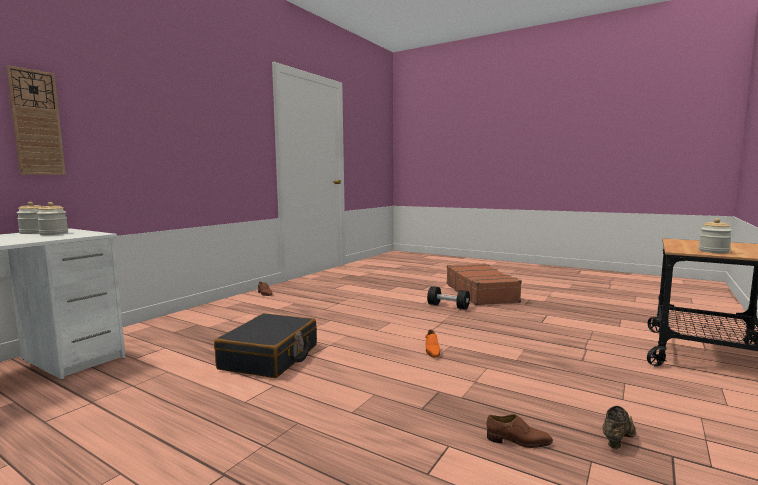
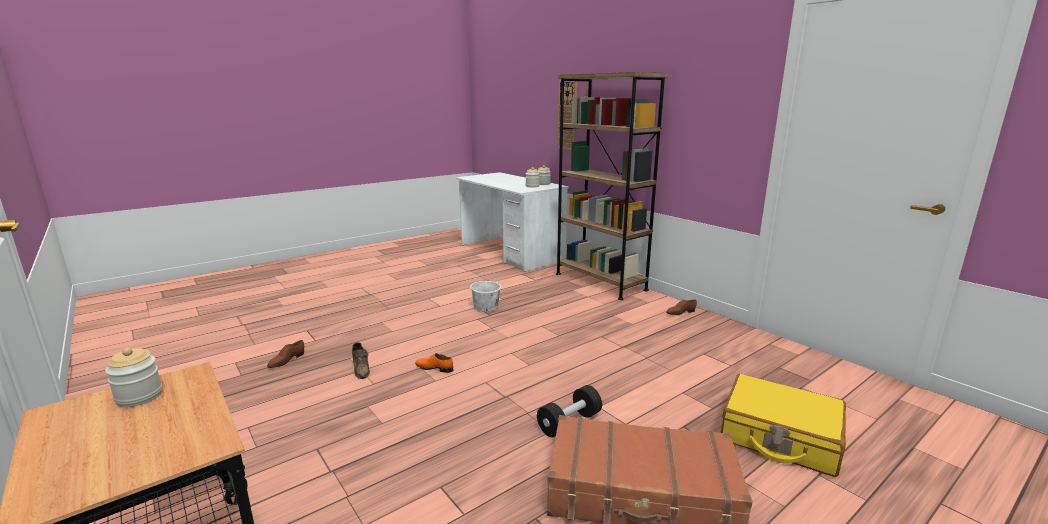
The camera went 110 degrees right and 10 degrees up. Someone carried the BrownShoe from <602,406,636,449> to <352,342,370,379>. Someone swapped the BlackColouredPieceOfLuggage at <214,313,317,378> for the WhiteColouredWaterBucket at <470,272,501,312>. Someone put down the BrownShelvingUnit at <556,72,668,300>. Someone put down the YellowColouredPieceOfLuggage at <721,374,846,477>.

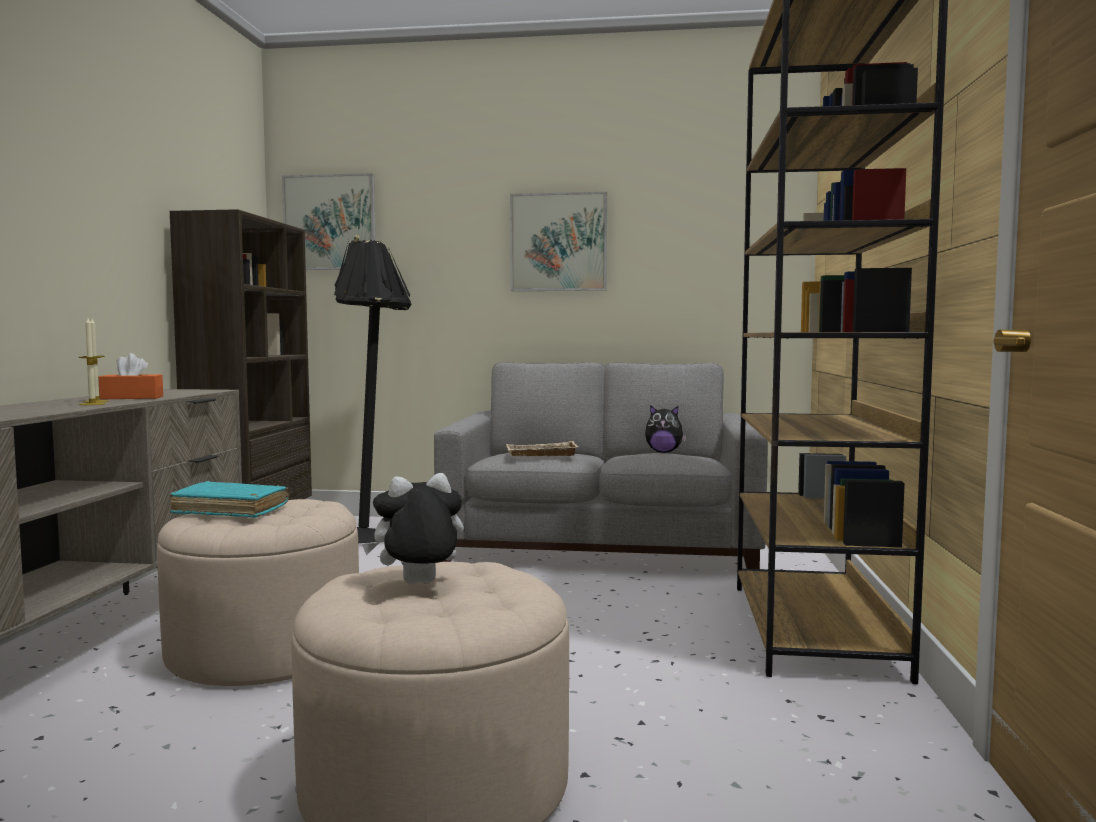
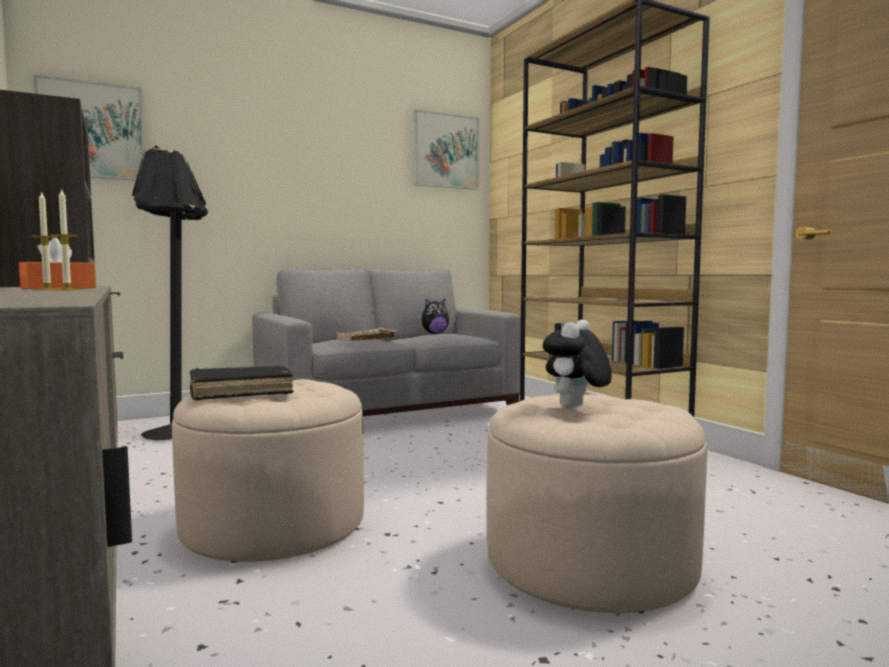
The camera went 35 degrees left and 0 degrees up. Someone repainted the BlueGreenBook at <170,481,289,518>, which became the BlackColouredBook at <190,365,294,400>. Someone carried the WallPicture from <510,192,607,291> to <413,109,479,190>.

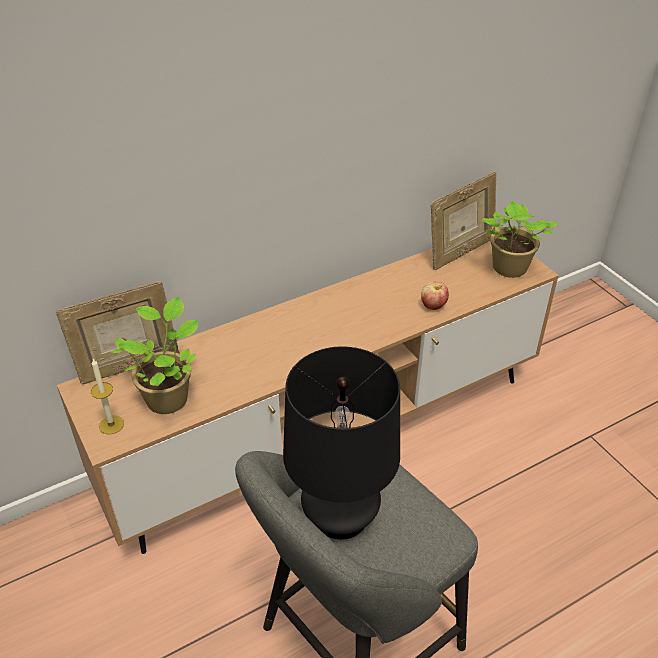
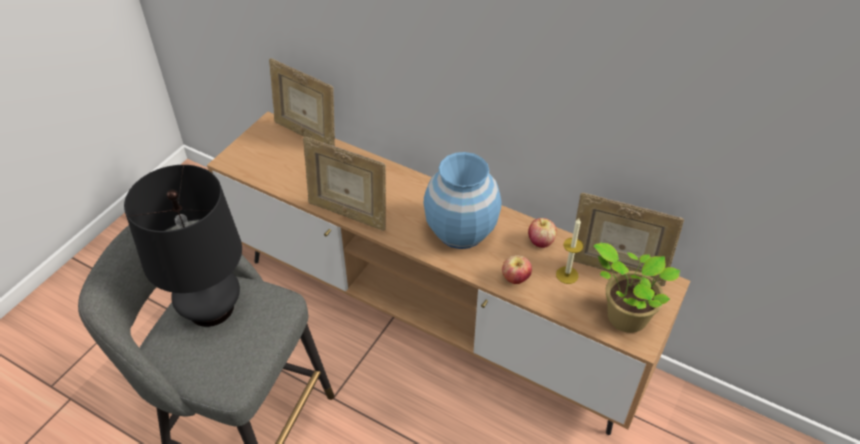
The camera went 60 degrees right and 5 degrees up. Someone put down the StandingFrame at <303,137,386,231>. Someone put down the BlueVase at <423,152,501,249>. Someone put down the AppleFruit at <528,218,557,248>. Someone carried the WaxLight from <91,359,124,435> to <556,218,583,284>. Someone took away the Houseplant at <111,297,199,414>.

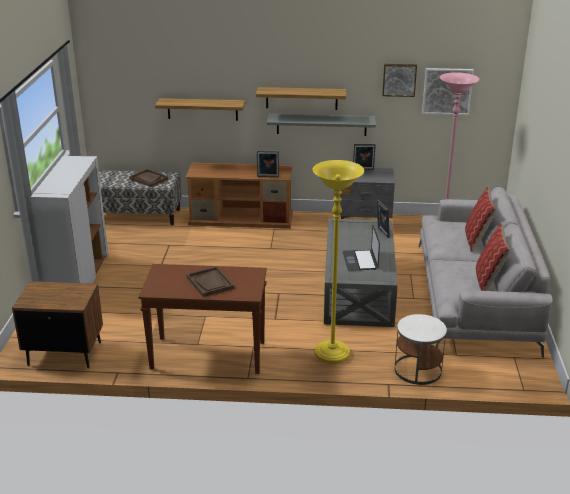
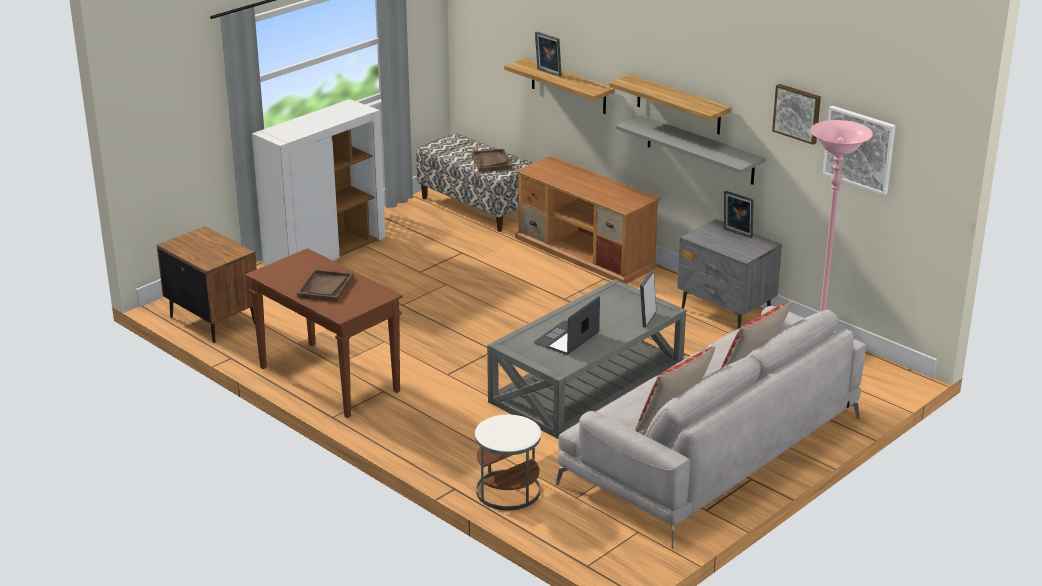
The camera went 40 degrees right and 0 degrees up. Someone carried the StandingFrame from <257,150,279,177> to <535,31,562,77>. Someone took away the YellowColouredStandingLamp at <313,160,364,364>.

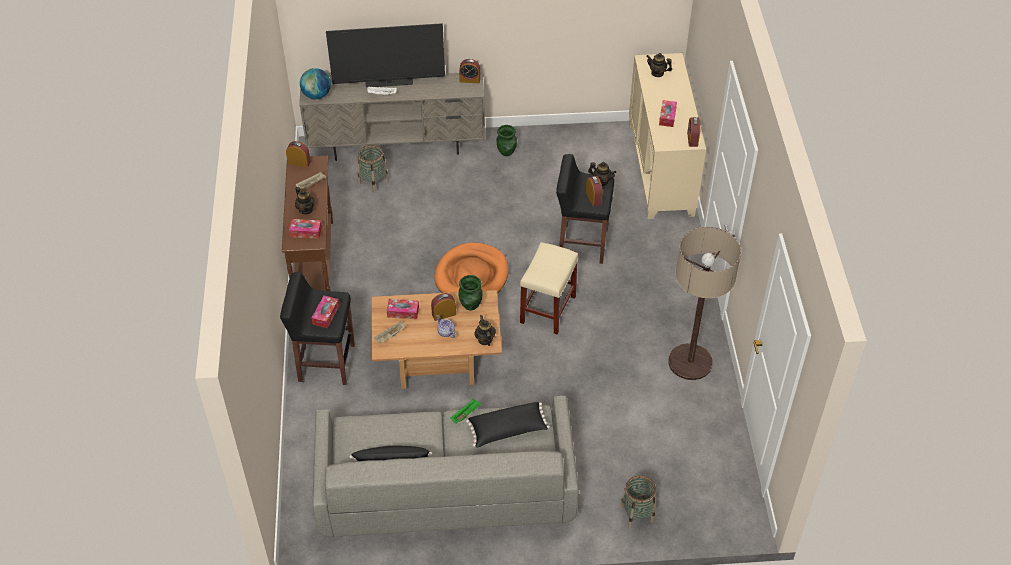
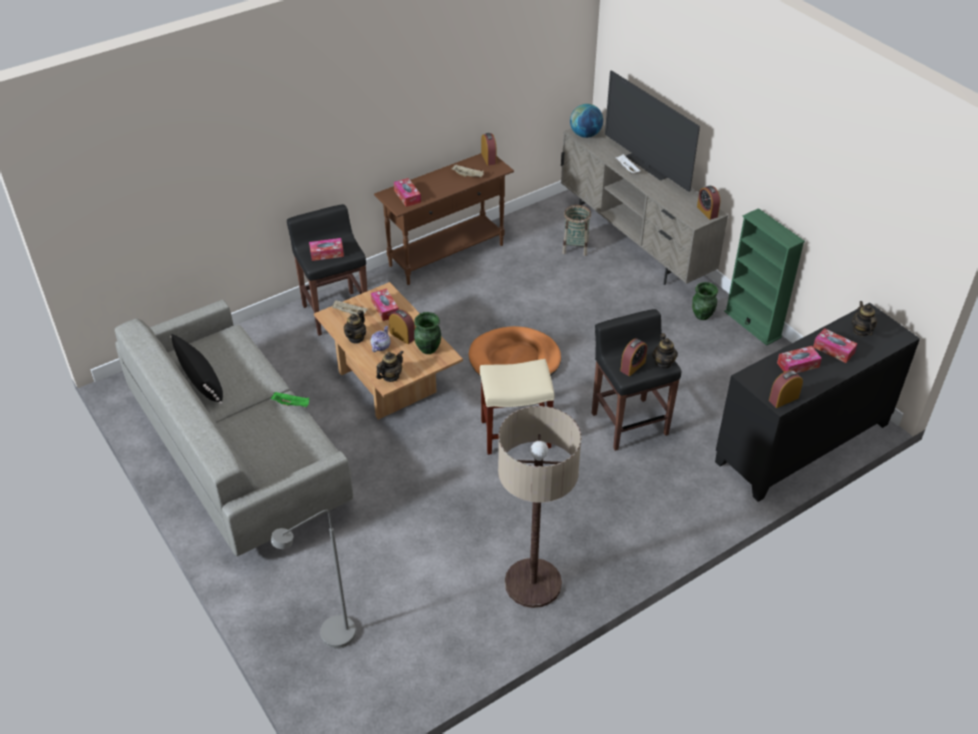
The camera went 60 degrees right and 5 degrees down. Someone put down the GreyishStandingLamp at <271,510,356,649>. Someone carried the TeaPot from <295,187,315,214> to <344,310,366,344>. Someone repainted the BeigeColouredCabinet at <629,53,706,219>, which became the BlackColouredCabinet at <715,303,920,502>. Someone put down the GreenShelvingUnit at <724,208,805,346>. Someone put down the TissueHolder at <813,328,857,363>. Someone took away the BlackColouredThrowPillow at <466,402,550,448>. Someone took away the HouseholdBasket at <620,475,656,529>.

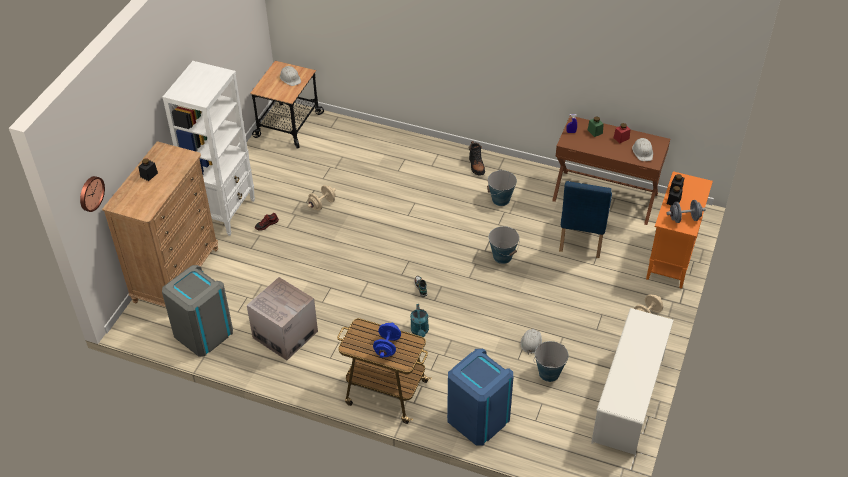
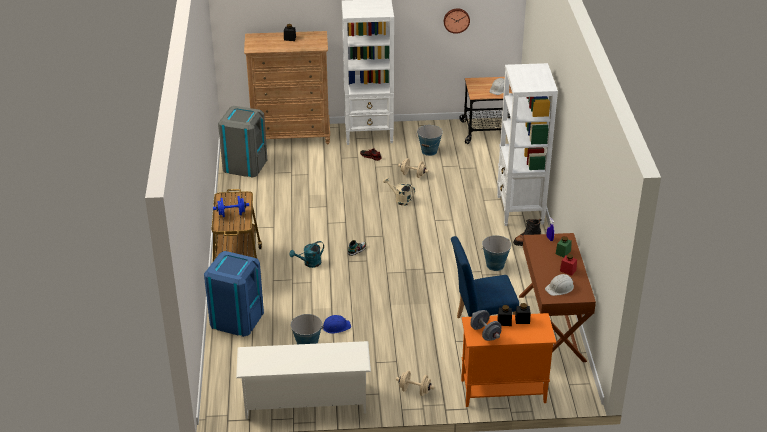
The camera went 65 degrees right and 10 degrees down. Someone repainted the WhiteColouredHardHat at <520,329,542,354>, which became the BlueHardHat at <321,315,351,333>. Someone put down the BeigeColouredWateringPot at <383,177,415,206>. Someone carried the WaterBucket from <489,226,519,264> to <417,125,443,156>. Someone carried the WallClock from <80,176,105,212> to <444,8,470,34>. Someone put down the WhiteColouredShelvingUnit at <497,63,558,226>. Someone took away the PackingBox at <247,277,318,360>.

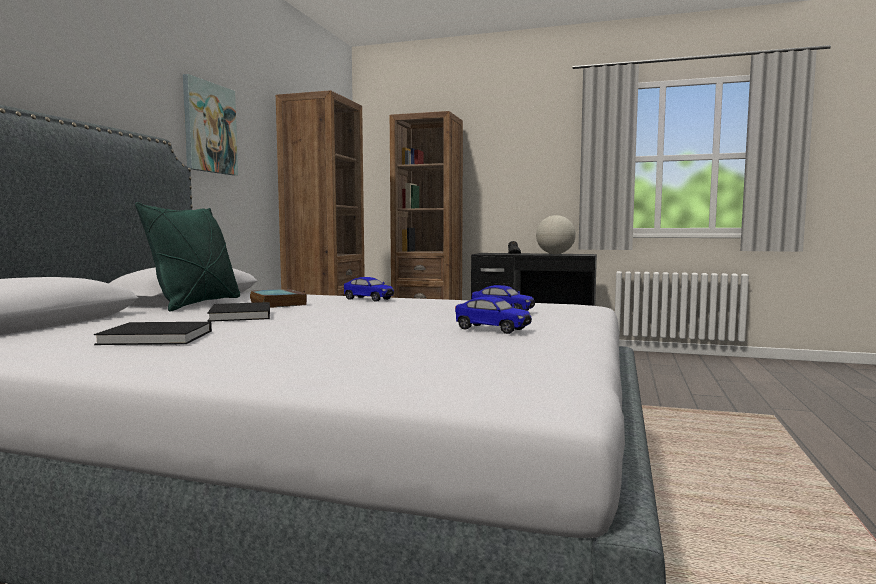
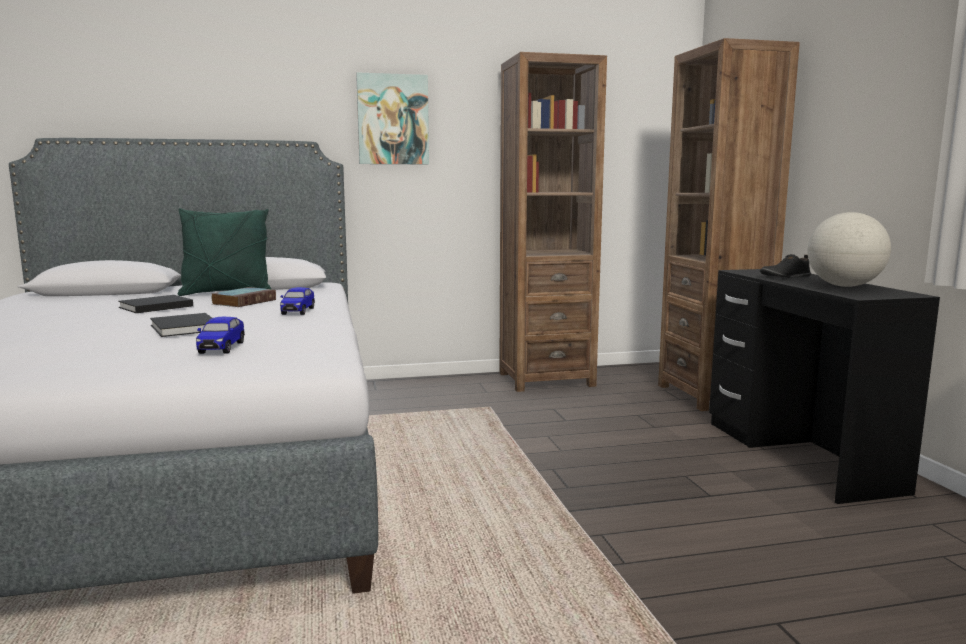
The camera went 60 degrees right and 5 degrees up. Someone carried the BlackColouredBook from <94,322,212,345> to <150,313,212,337>. Someone took away the ModelCar at <455,297,532,334>.

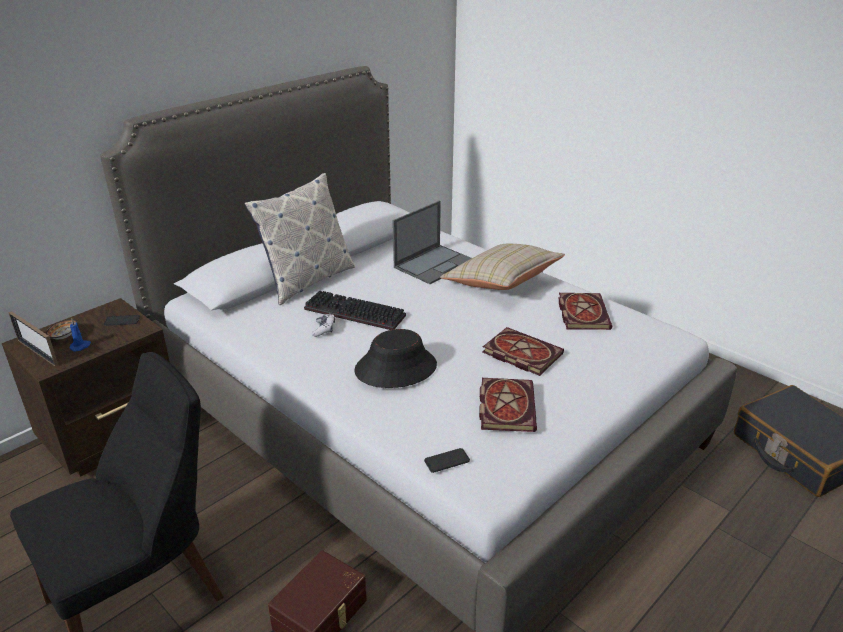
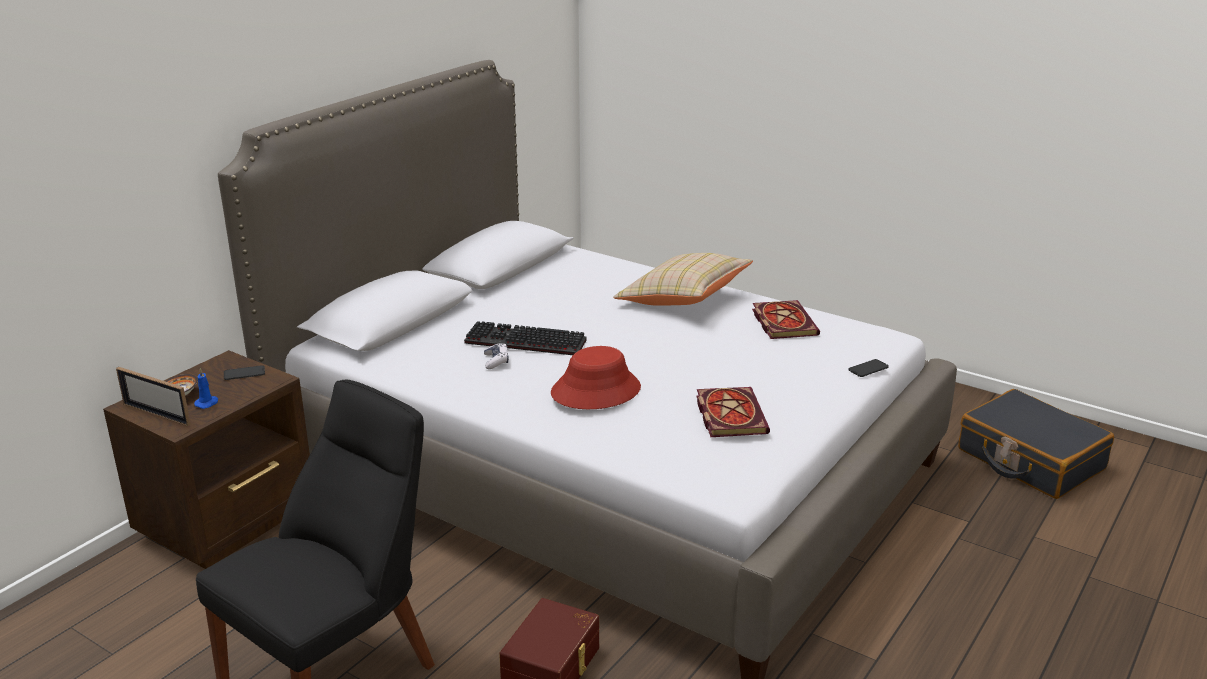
The camera went 10 degrees left and 5 degrees down. Someone repainted the BlackColouredClothingHat at <354,329,437,388>, which became the RedColouredClothingHat at <551,346,641,409>. Someone carried the Handset from <424,448,470,473> to <848,359,889,377>. Someone took away the ThrowPillow at <244,173,355,305>. Someone took away the NotebookComputer at <393,201,472,284>. Someone took away the Book at <482,327,564,376>.

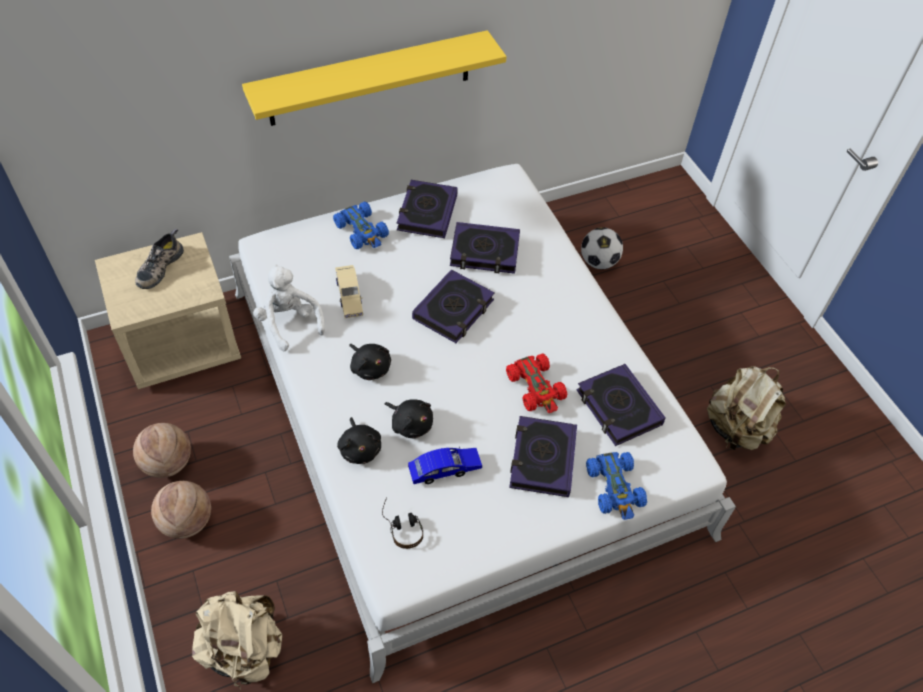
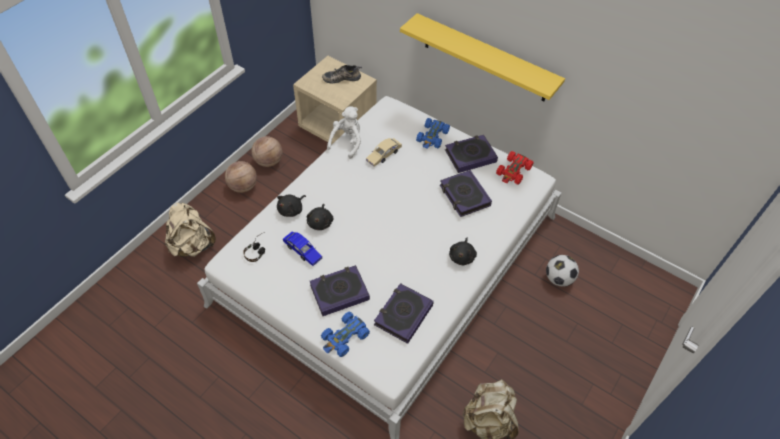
The camera went 60 degrees right and 0 degrees up. Someone carried the BlackColouredSoftToy from <349,344,391,380> to <449,238,477,265>. Someone carried the RedColouredModelCar from <506,353,567,413> to <496,151,534,185>. Someone took away the Book at <412,269,495,343>.

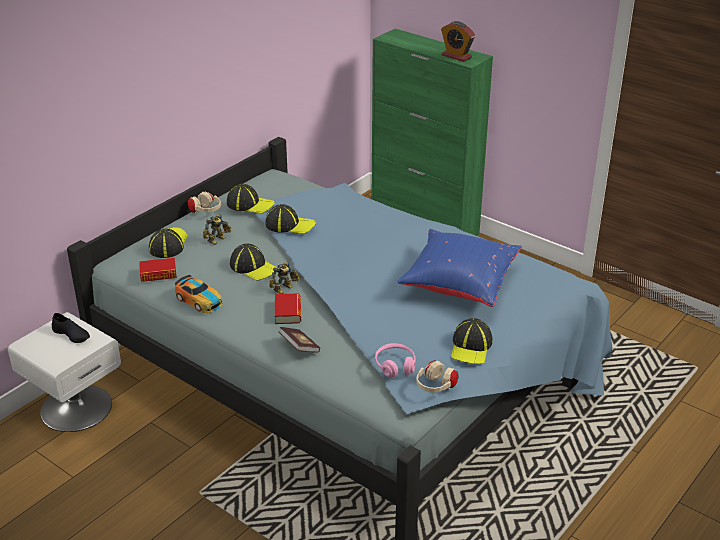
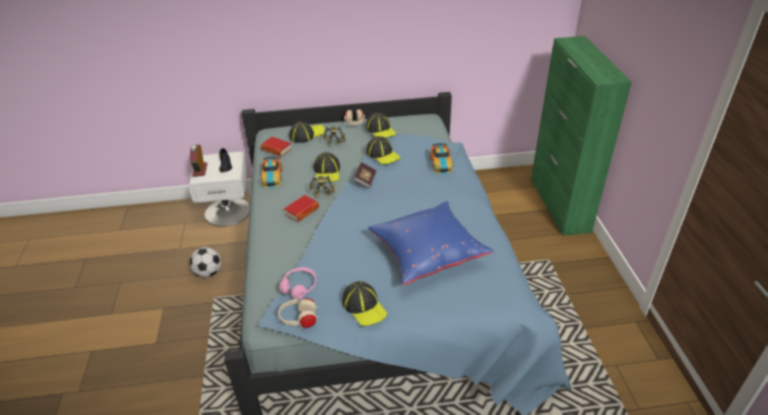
The camera went 45 degrees right and 5 degrees up. Someone carried the AlarmClock from <441,21,475,62> to <190,145,207,177>. Someone put down the BallForFootball at <190,247,221,278>. Someone rotated the PeakedCap at <451,318,493,364> by 90 degrees counterclockwise. Someone carried the Book from <278,327,320,353> to <353,162,376,188>. Someone put down the ModelCar at <430,143,453,174>.

